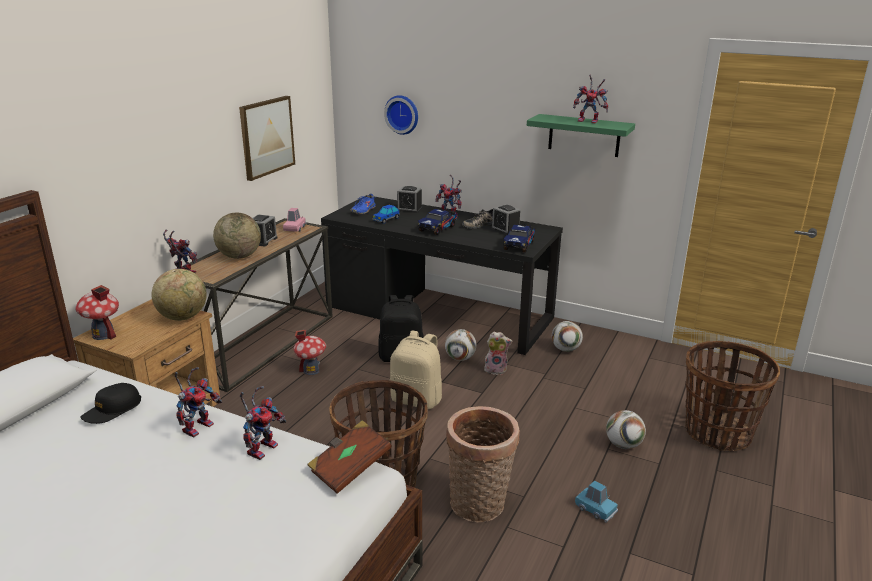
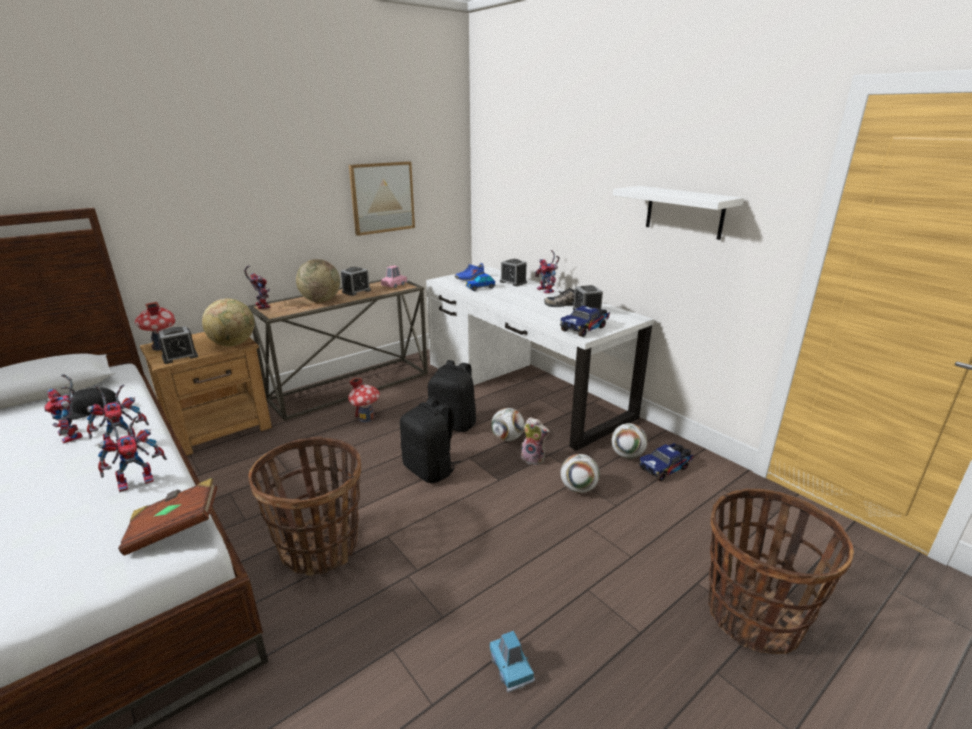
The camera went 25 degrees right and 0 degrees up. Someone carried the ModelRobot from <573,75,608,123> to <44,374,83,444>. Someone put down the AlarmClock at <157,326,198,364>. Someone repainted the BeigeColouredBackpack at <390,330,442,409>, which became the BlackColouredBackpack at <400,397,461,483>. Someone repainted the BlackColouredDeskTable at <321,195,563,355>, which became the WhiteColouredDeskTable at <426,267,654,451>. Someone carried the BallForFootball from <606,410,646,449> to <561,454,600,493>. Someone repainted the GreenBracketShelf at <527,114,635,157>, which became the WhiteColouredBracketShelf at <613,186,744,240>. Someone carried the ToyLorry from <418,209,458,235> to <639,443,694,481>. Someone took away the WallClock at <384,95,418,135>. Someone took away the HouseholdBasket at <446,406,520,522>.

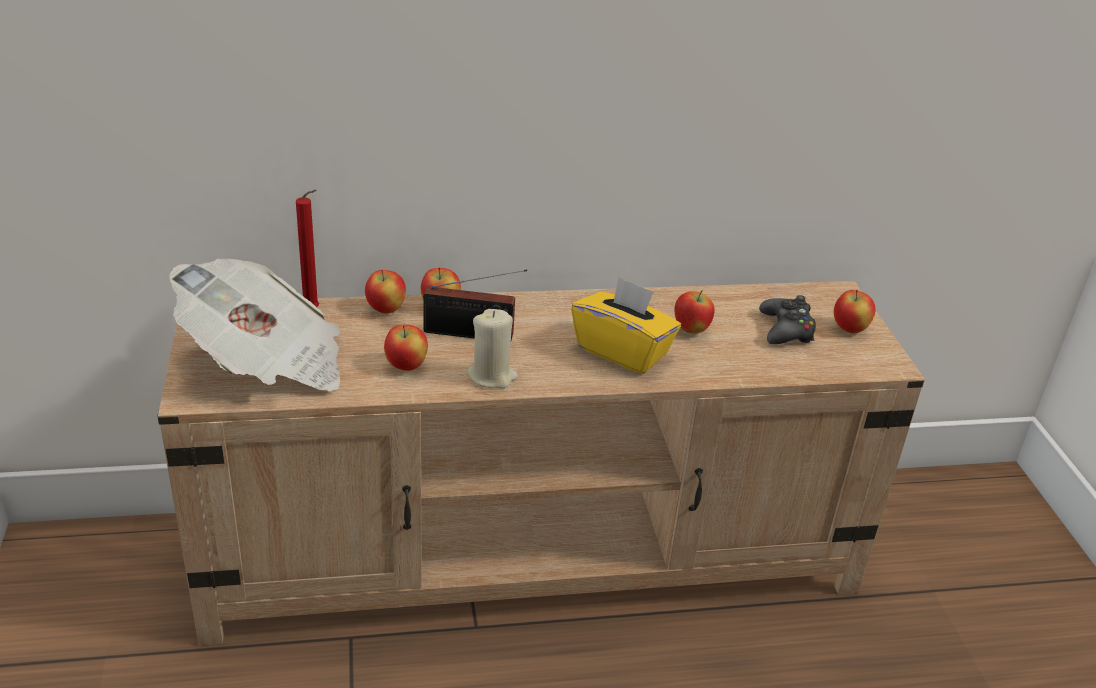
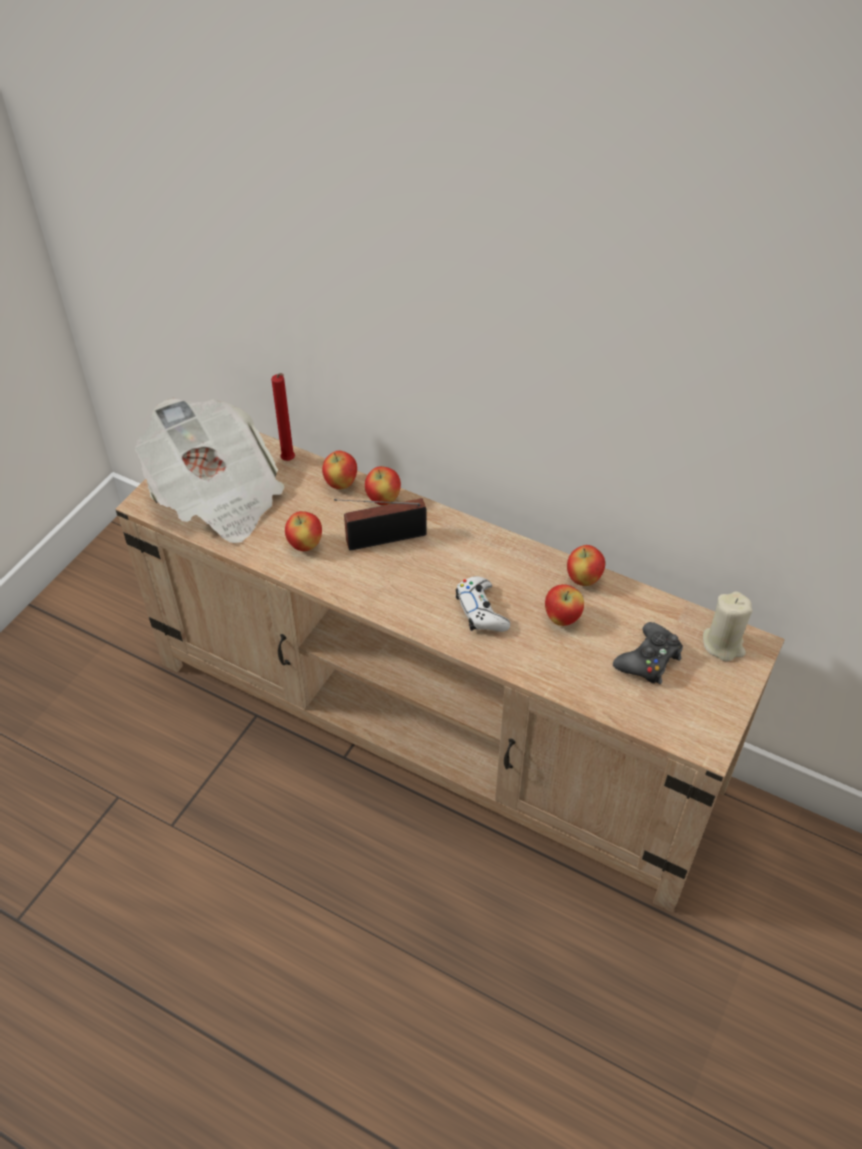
The camera went 40 degrees right and 15 degrees up. Someone rotated the RadioReceiver at <423,269,527,340> by 120 degrees clockwise. Someone swapped the YellowColouredTissueHolder at <571,277,681,374> for the WhiteColouredJoypad at <456,576,510,632>. Someone carried the AppleFruit from <834,290,876,333> to <567,545,605,586>. Someone carried the BeigeColouredWaxLight from <467,309,518,388> to <703,591,753,662>.

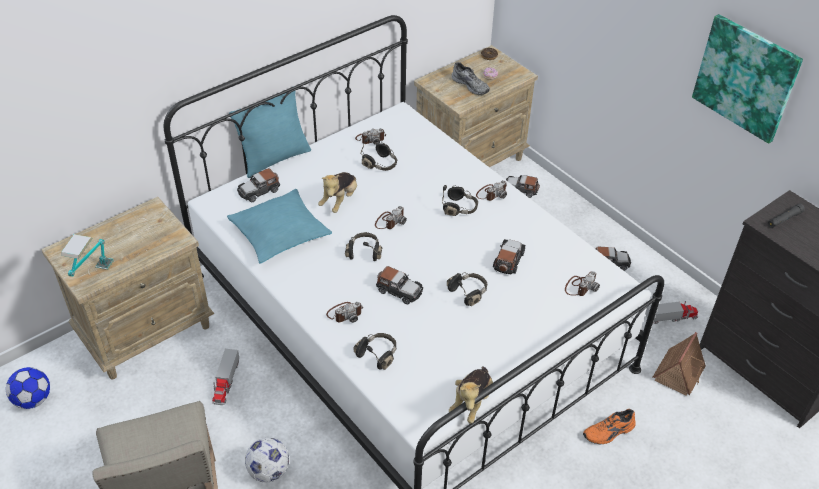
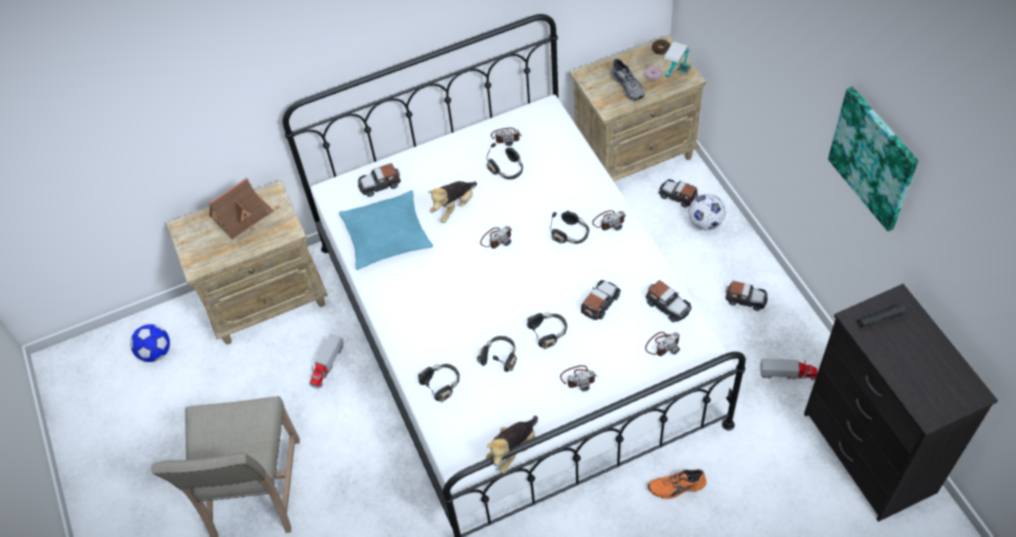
The camera went 20 degrees right and 10 degrees up. Someone carried the ToyHouse from <653,332,706,396> to <209,177,274,240>. Someone carried the BlackColouredHeadset from <345,232,382,261> to <477,336,517,372>. Someone carried the PhotoCamera from <326,302,364,323> to <560,365,597,391>. Someone carried the ModelCar from <376,266,423,304> to <646,280,692,322>. Someone carried the TableLamp from <61,234,114,277> to <664,41,691,78>. Someone carried the BallForFootball from <245,438,289,482> to <689,194,726,230>. Someone took away the BlueGreenThrowPillow at <229,91,311,178>.

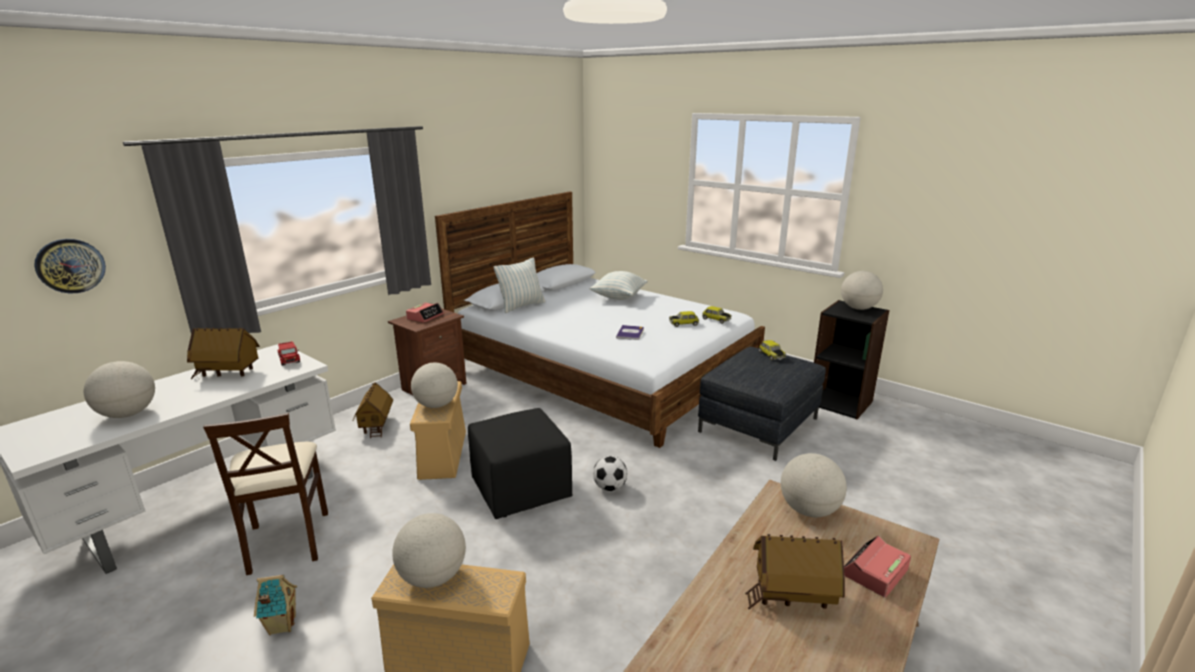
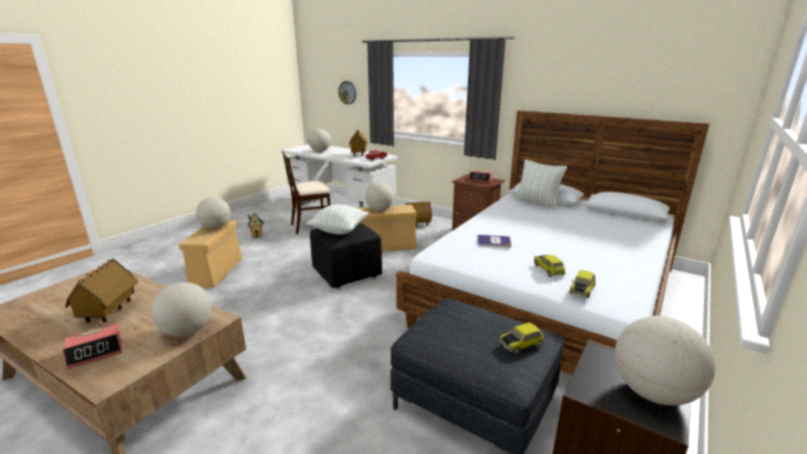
The camera went 85 degrees right and 0 degrees up. Someone rotated the AlarmClock at <844,536,911,598> by 105 degrees clockwise. Someone carried the ThrowPillow from <589,271,648,300> to <306,204,369,235>. Someone took away the BallForFootball at <593,456,627,491>.

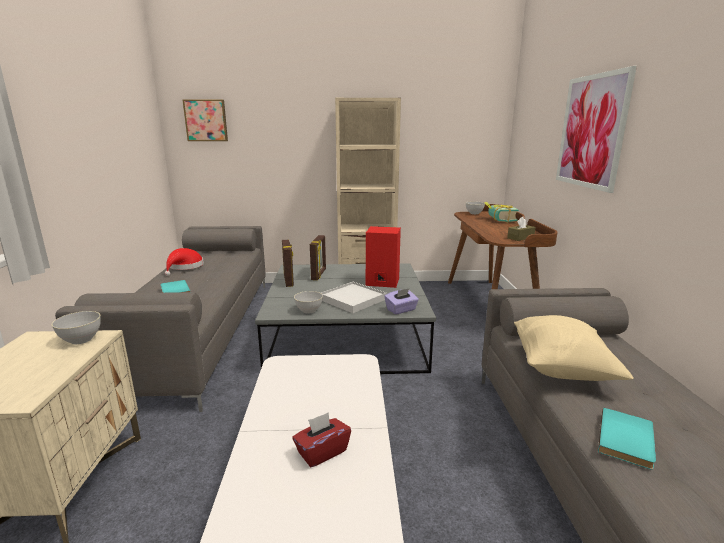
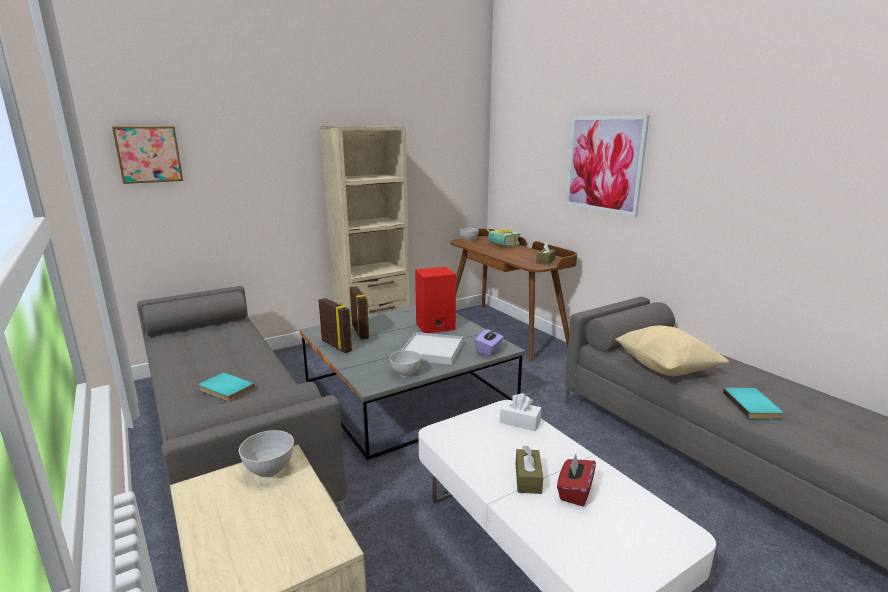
The camera went 30 degrees left and 0 degrees up. Someone put down the WhiteColouredTissueHolder at <500,393,541,431>. Someone put down the BrownTissueHolder at <516,445,543,494>. Someone took away the RedColouredClothingHat at <165,248,204,276>.

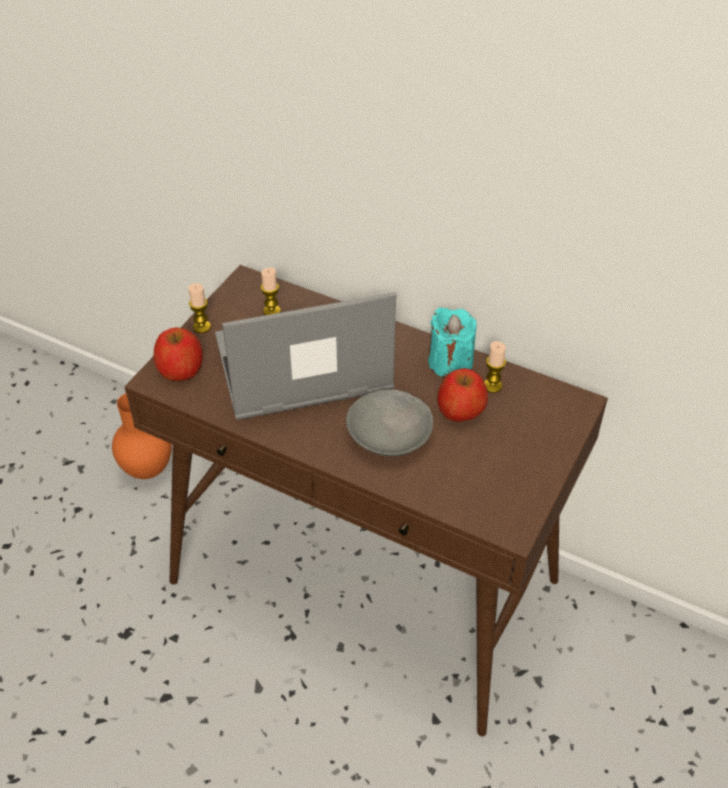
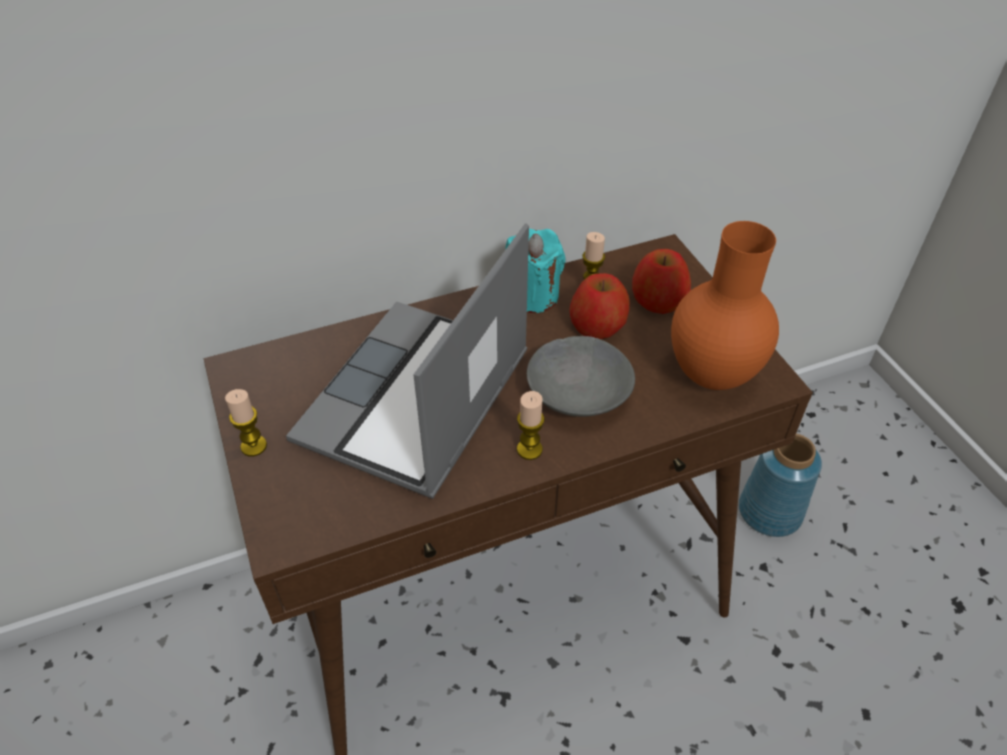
The camera went 50 degrees left and 0 degrees up. Someone carried the WaxLight from <261,267,281,315> to <517,391,544,460>. Someone carried the AppleFruit from <154,327,203,381> to <632,249,691,314>. Someone carried the OrangeyVase from <112,393,172,479> to <671,221,779,390>. Someone put down the BlueVase at <739,434,822,537>.

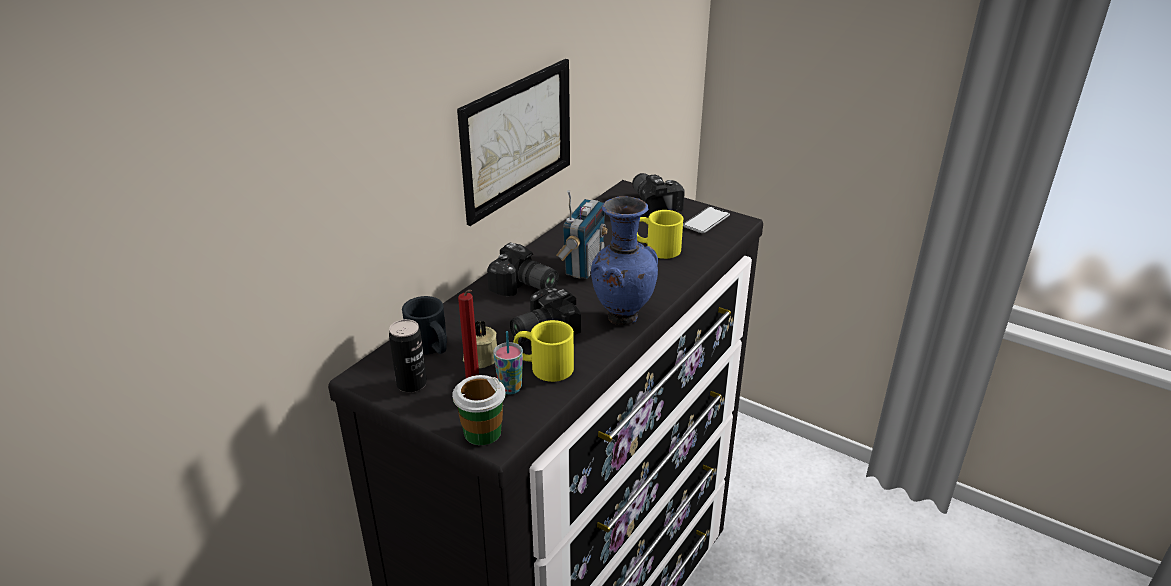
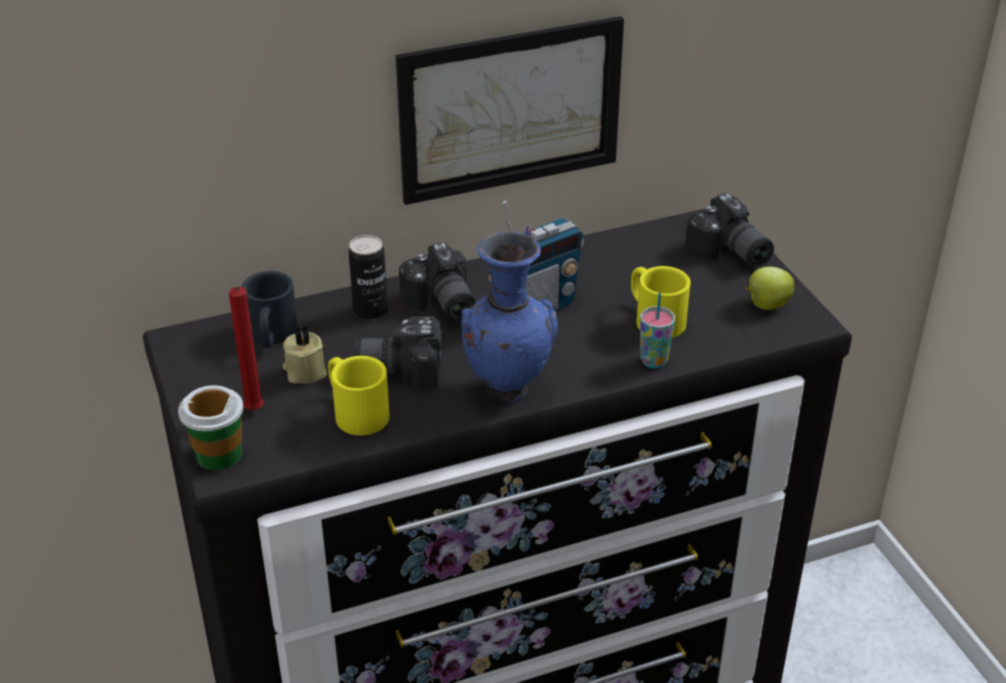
The camera went 35 degrees right and 5 degrees up. Someone carried the SealedCan from <389,319,427,392> to <348,235,388,320>. Someone carried the DrinkingCup from <494,331,523,394> to <640,293,675,368>. Someone rotated the PhotoCamera at <632,173,685,217> by 135 degrees clockwise. Someone swapped the Handset at <683,207,730,233> for the AppleFruit at <745,267,794,310>.

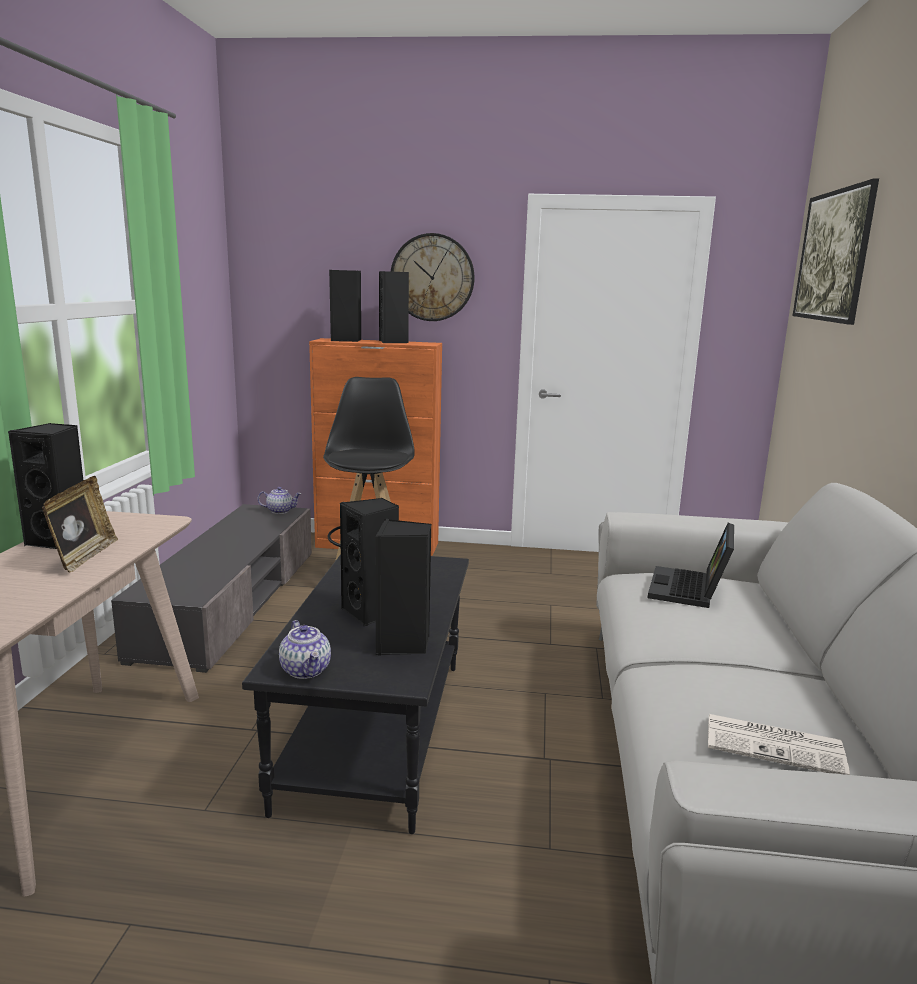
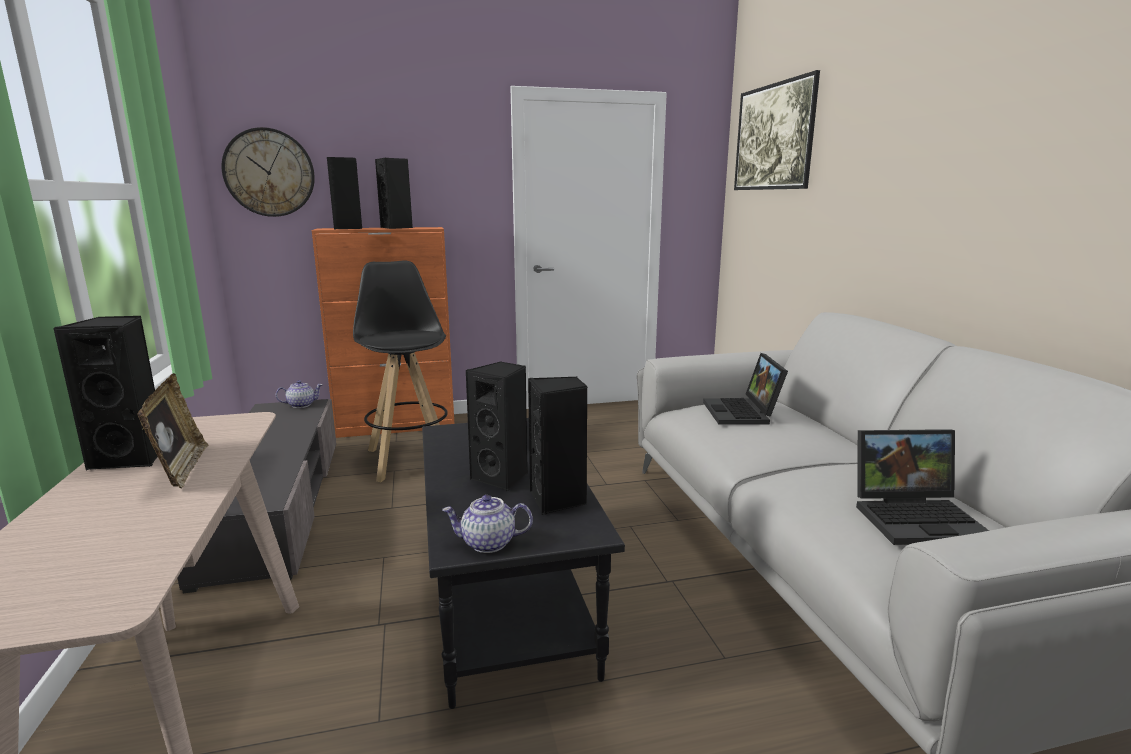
The camera went 20 degrees left and 0 degrees up. Someone carried the WallClock from <391,233,475,321> to <222,127,315,217>. Someone rotated the TeaPot at <279,620,331,679> by 135 degrees clockwise. Someone swapped the Newspaper at <708,714,850,775> for the NotebookComputer at <856,429,989,545>.

